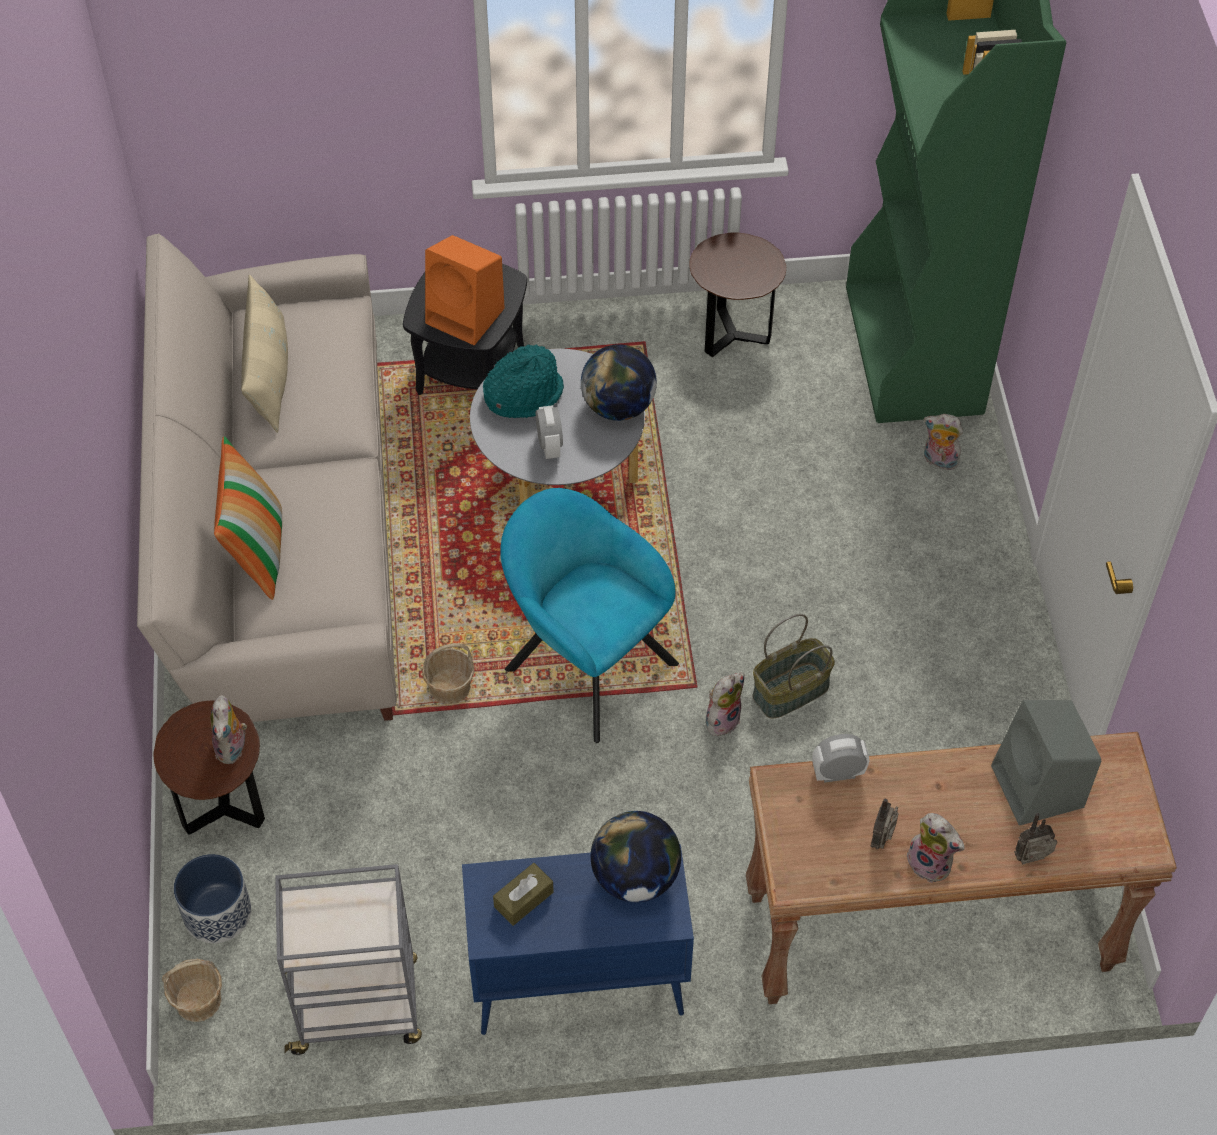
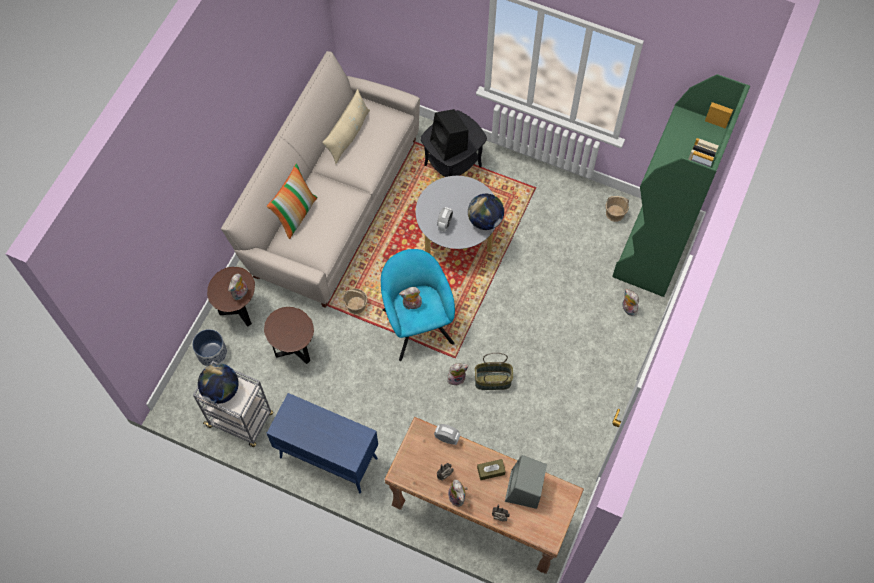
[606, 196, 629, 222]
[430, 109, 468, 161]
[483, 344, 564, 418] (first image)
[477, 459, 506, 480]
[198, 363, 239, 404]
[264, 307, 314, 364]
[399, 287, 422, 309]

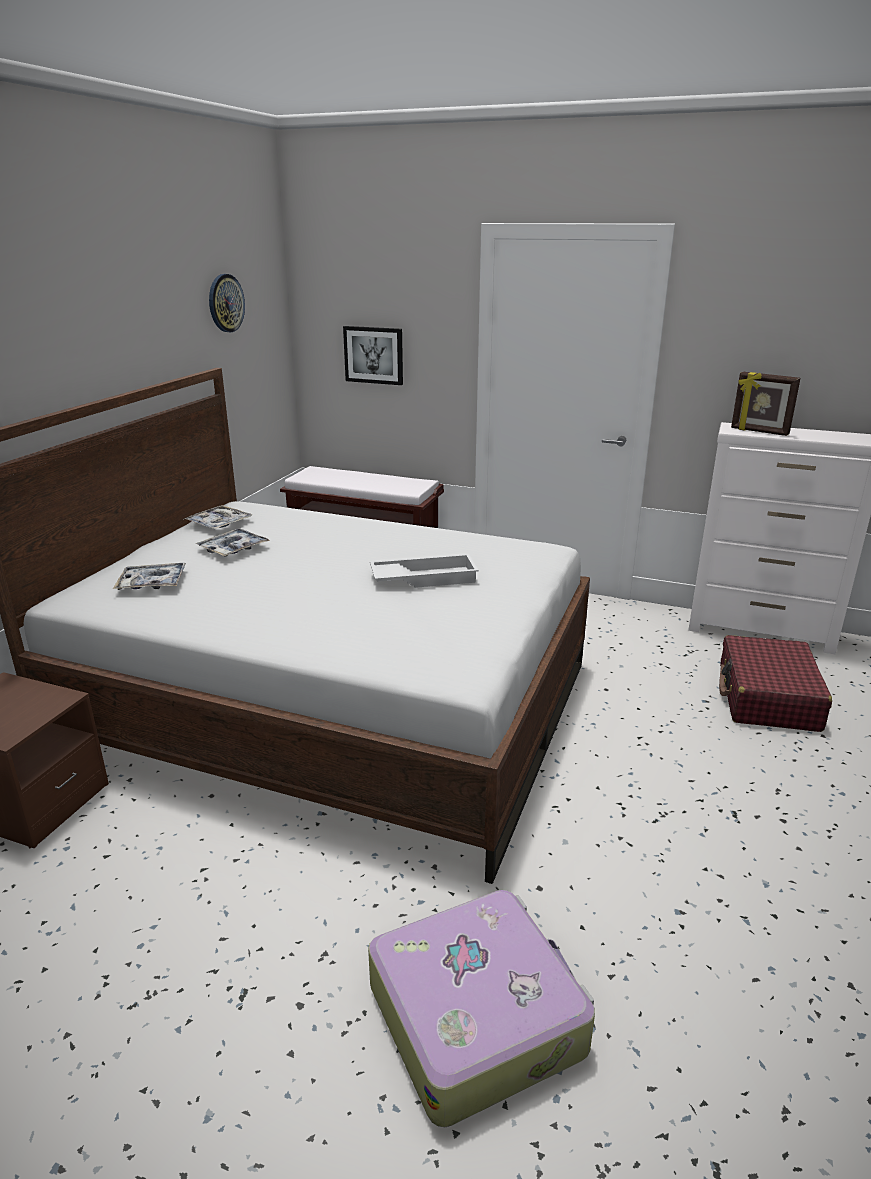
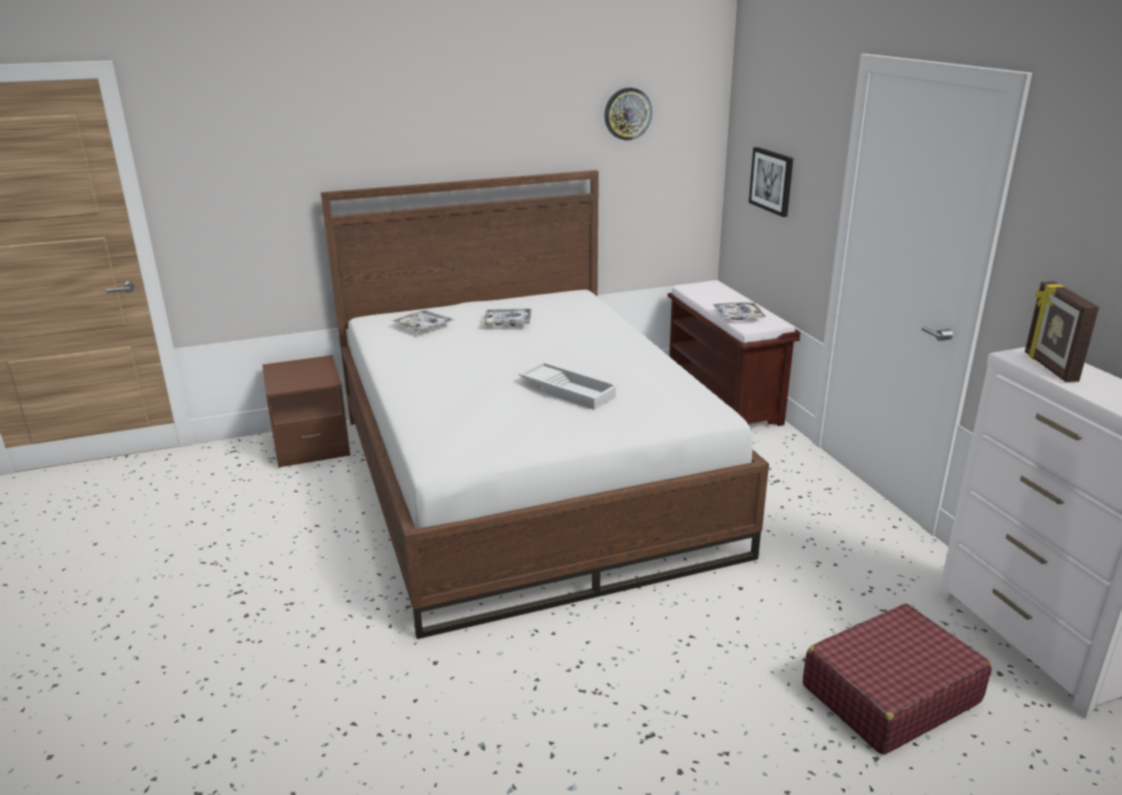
[712, 302, 766, 320]
[368, 890, 595, 1127] (first image)

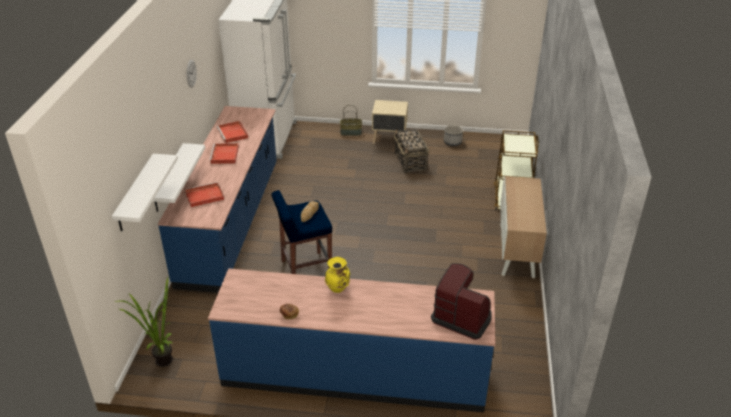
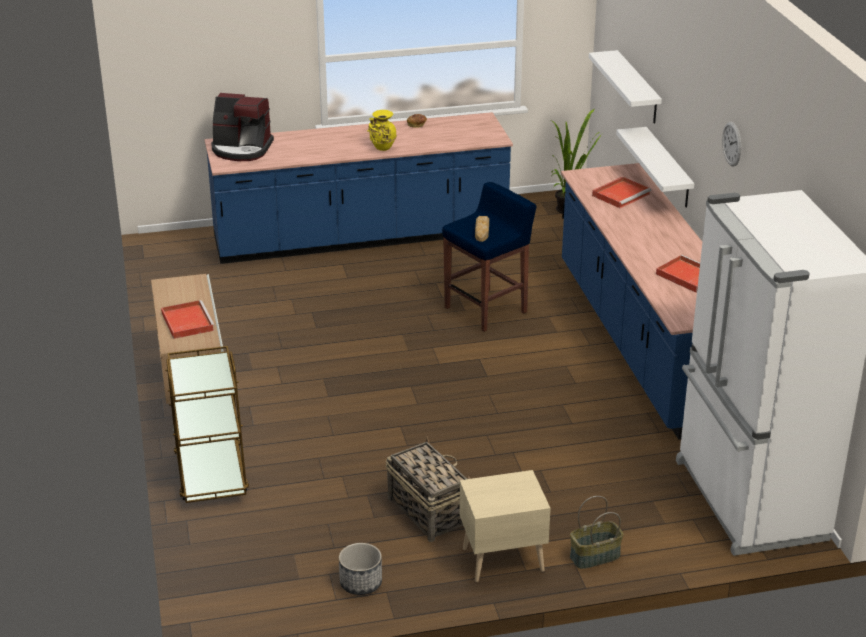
[161, 300, 215, 339]

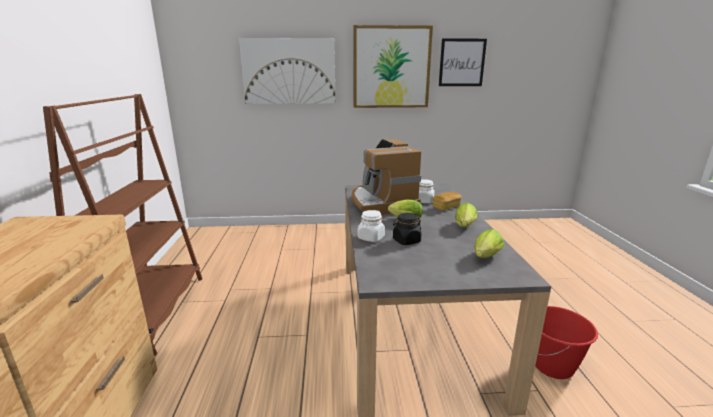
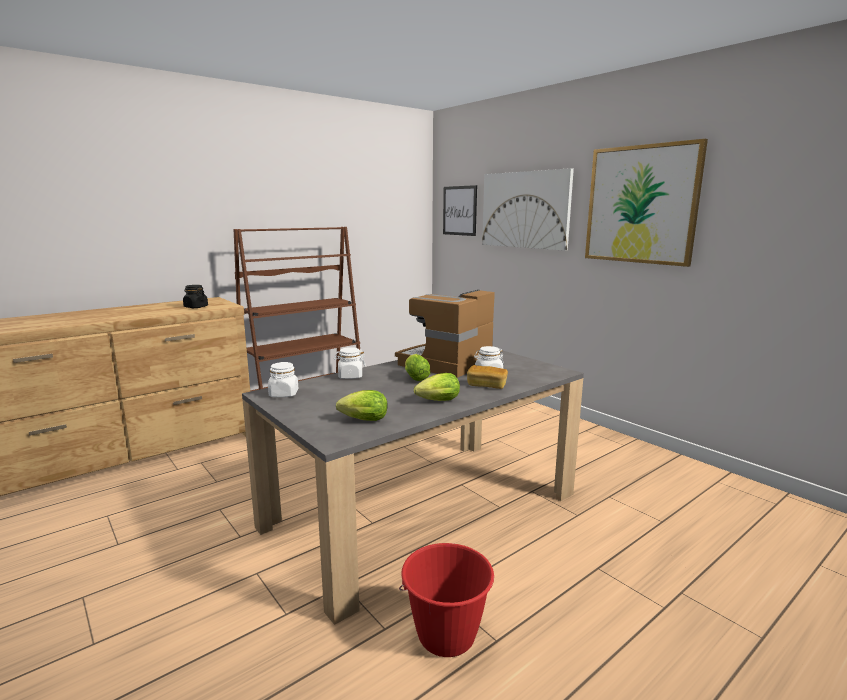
[183, 285, 208, 308]
[443, 185, 477, 236]
[268, 362, 298, 397]

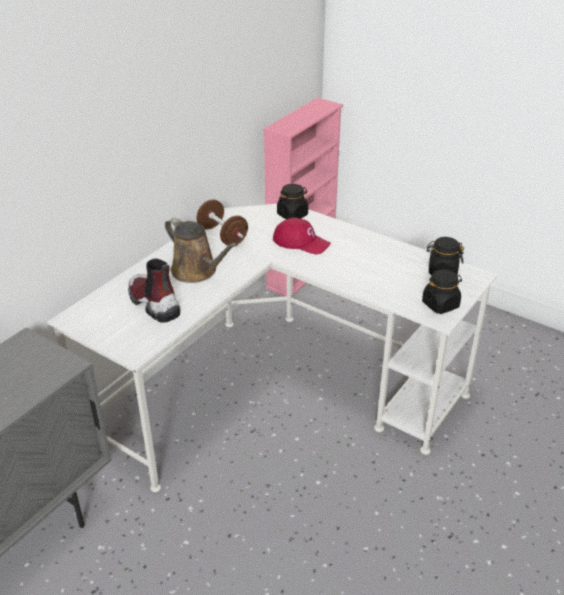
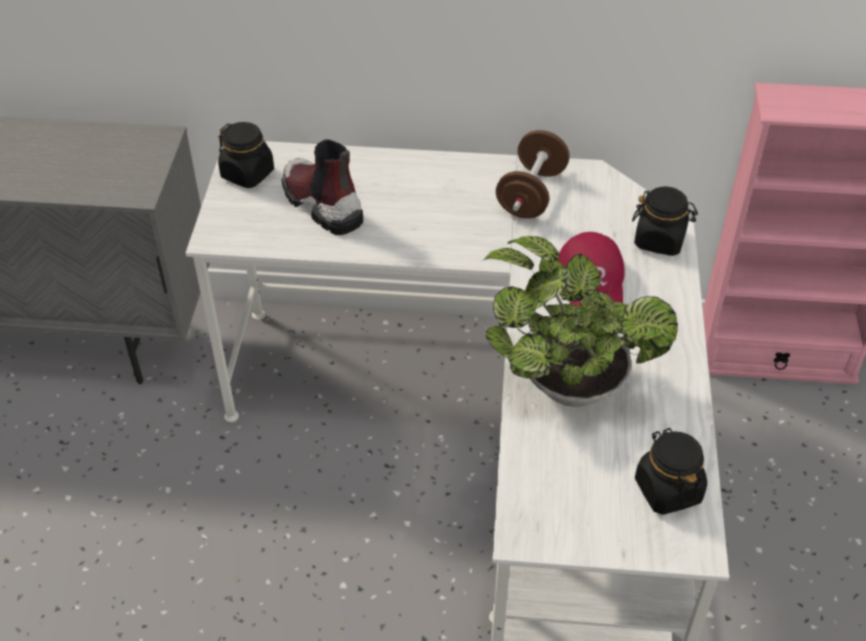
[282, 140, 363, 235]
[165, 218, 238, 283] (first image)
[218, 122, 274, 188]
[483, 236, 678, 407]

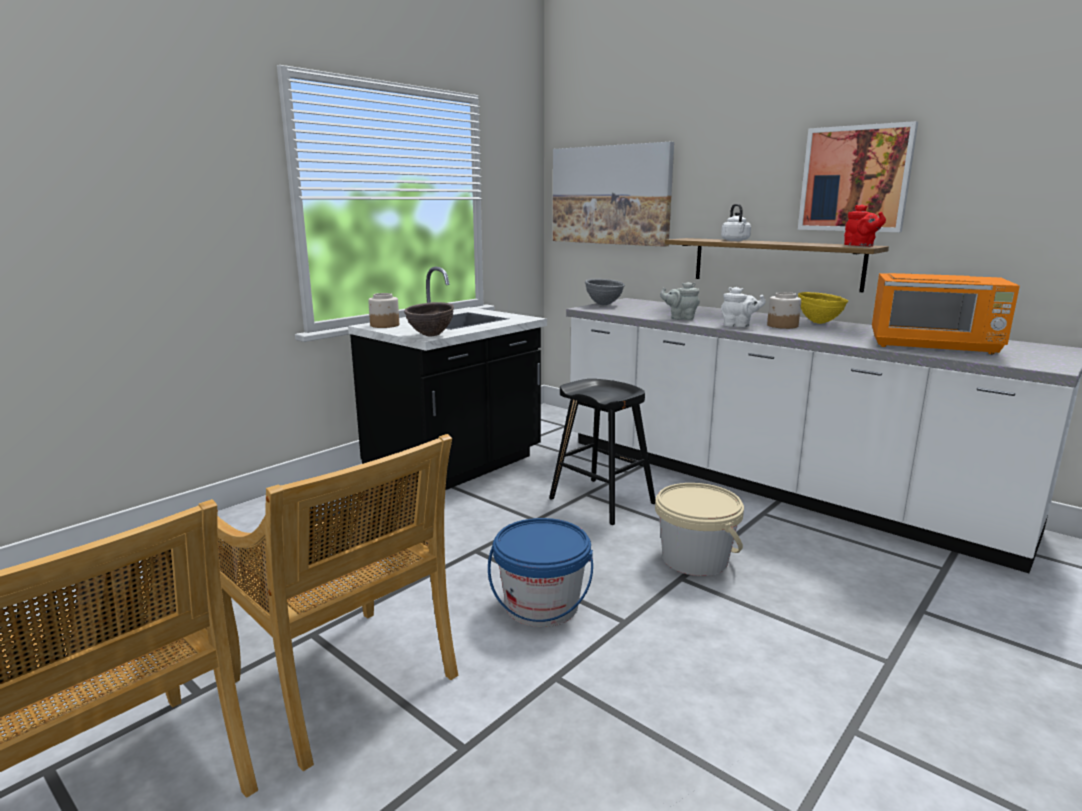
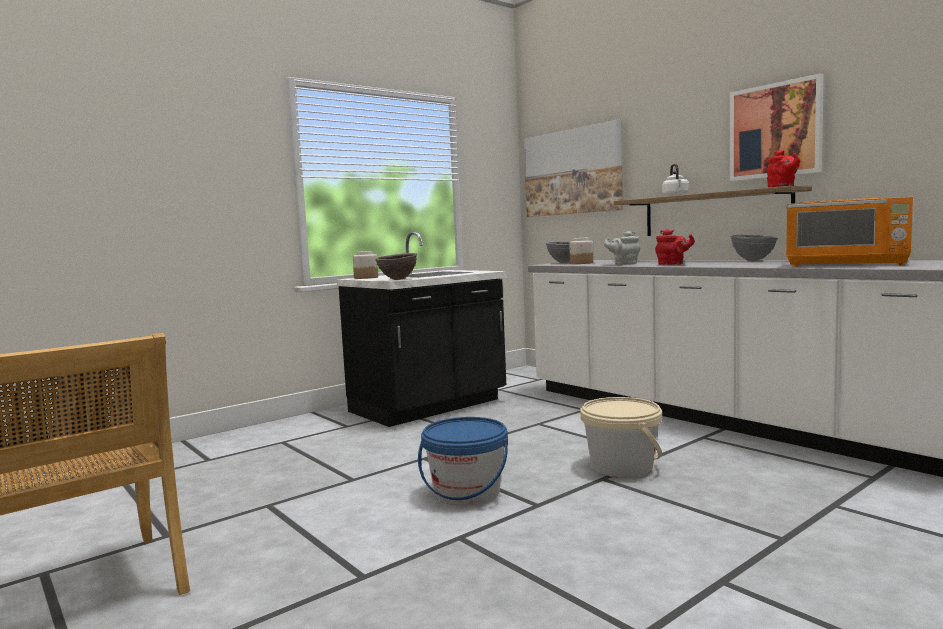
[217, 434, 458, 771] (first image)
[549, 379, 655, 525] (first image)
[655, 229, 695, 265]
[569, 238, 593, 264]
[730, 235, 778, 261]

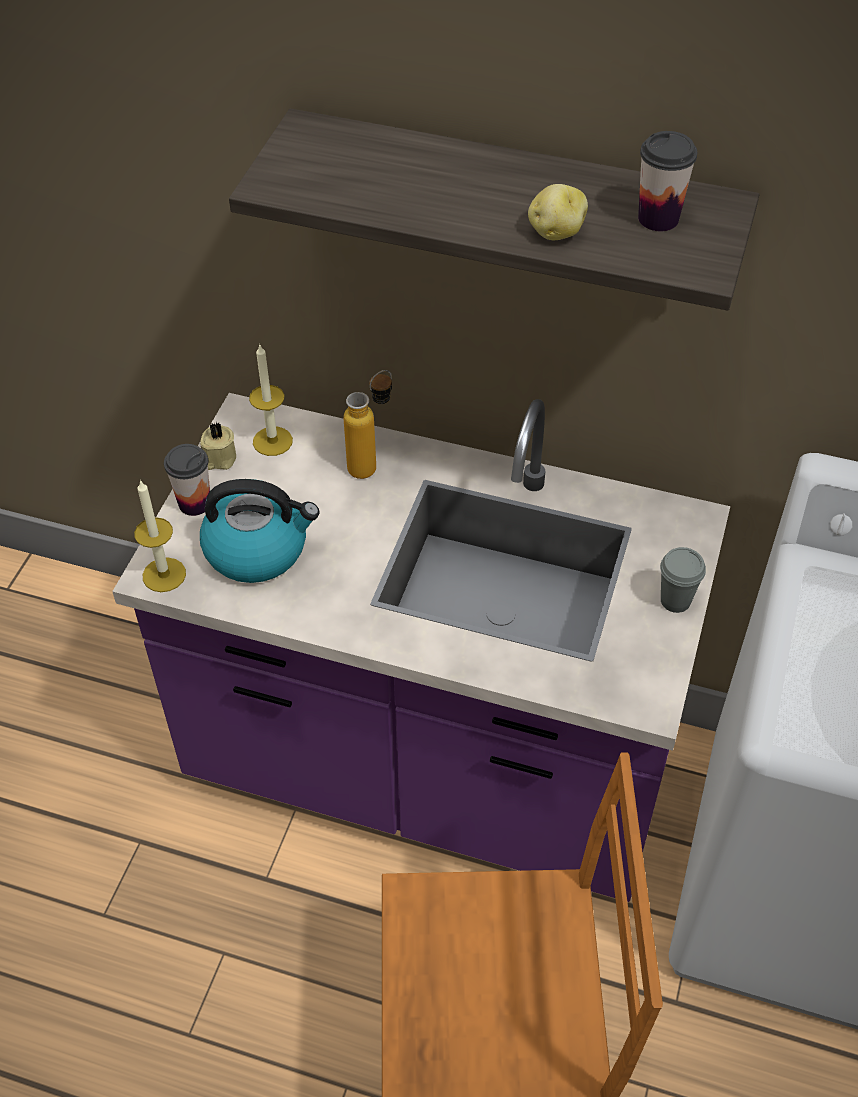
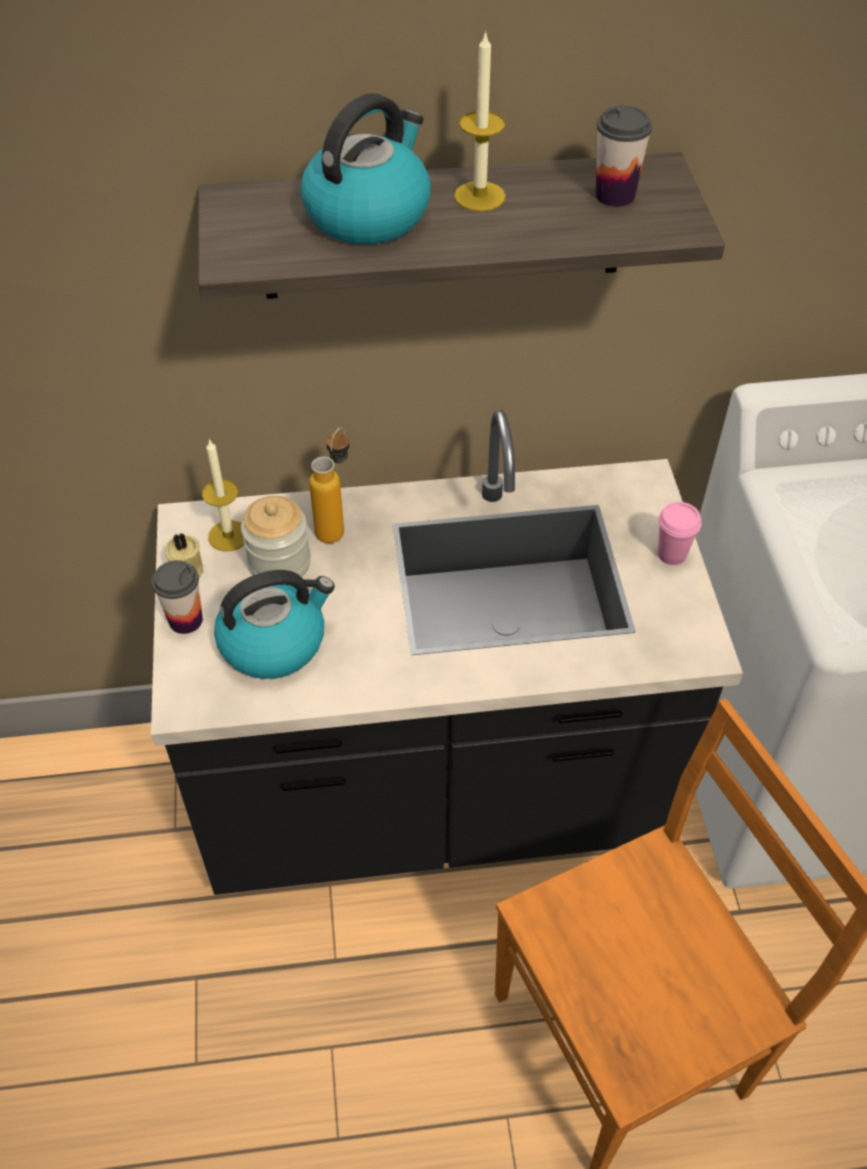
[151, 410, 743, 895]
[454, 31, 506, 211]
[528, 184, 588, 240] (first image)
[658, 502, 701, 565]
[241, 496, 311, 577]
[300, 93, 431, 244]

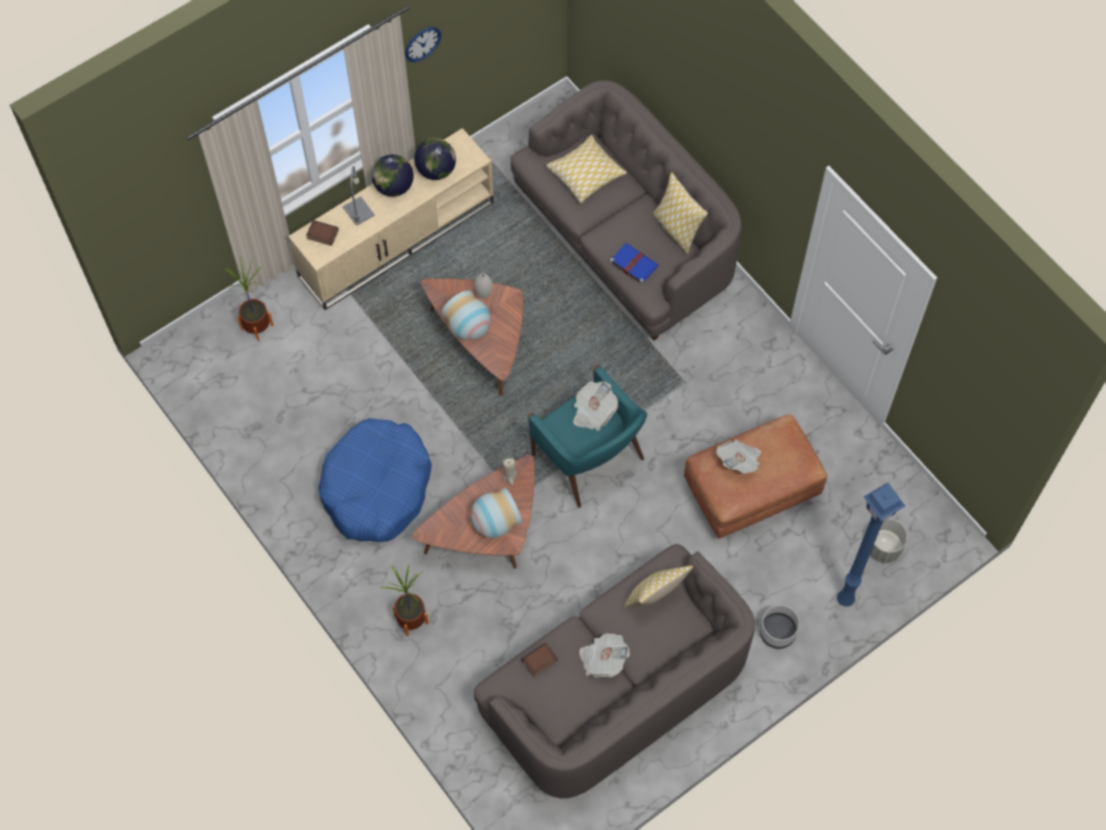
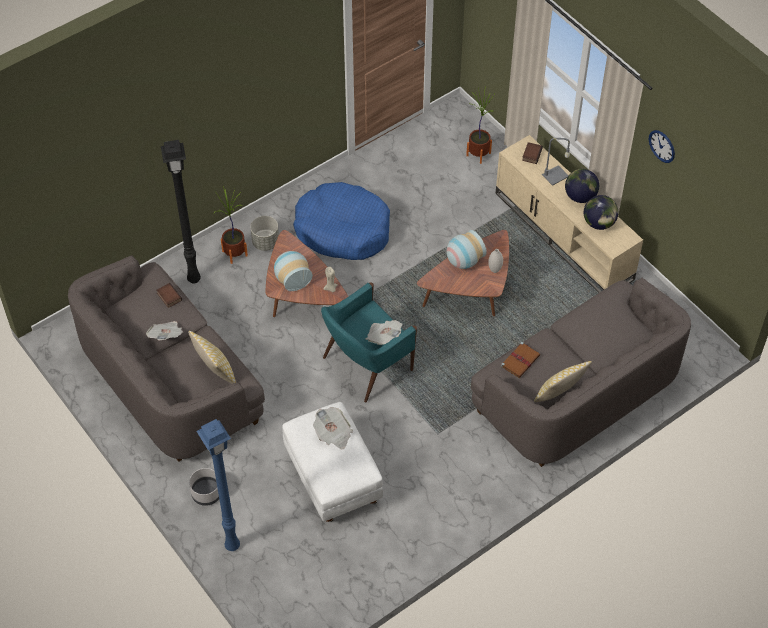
[546, 135, 627, 204] (first image)
[501, 342, 540, 378]
[282, 402, 383, 522]
[250, 216, 279, 251]
[161, 140, 201, 284]

